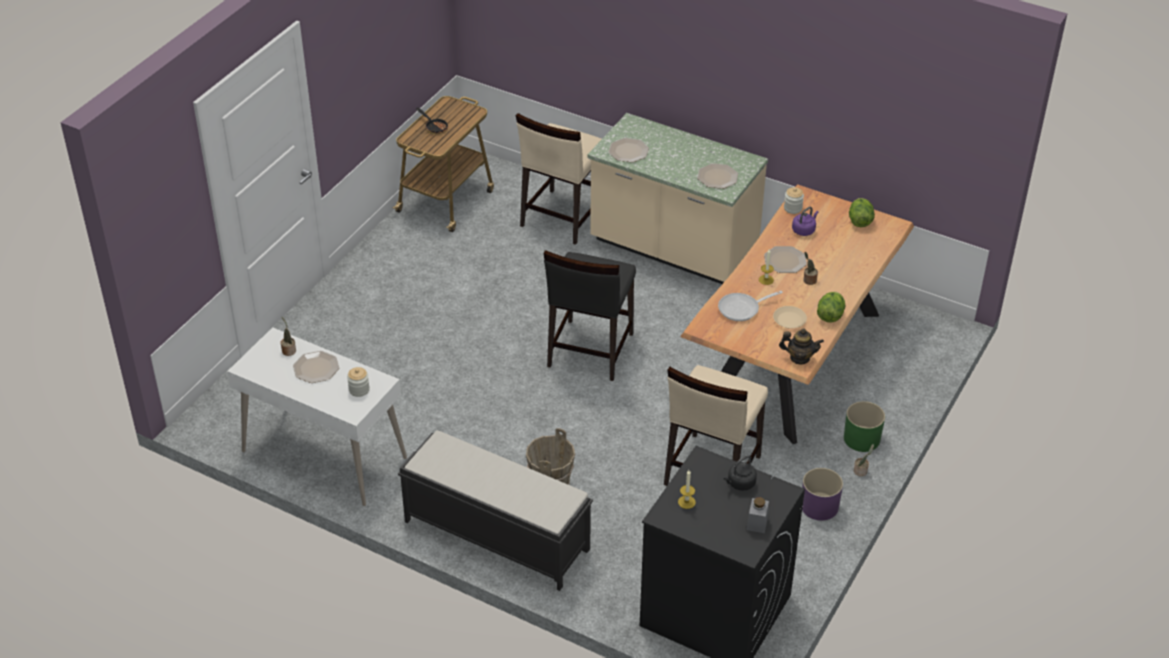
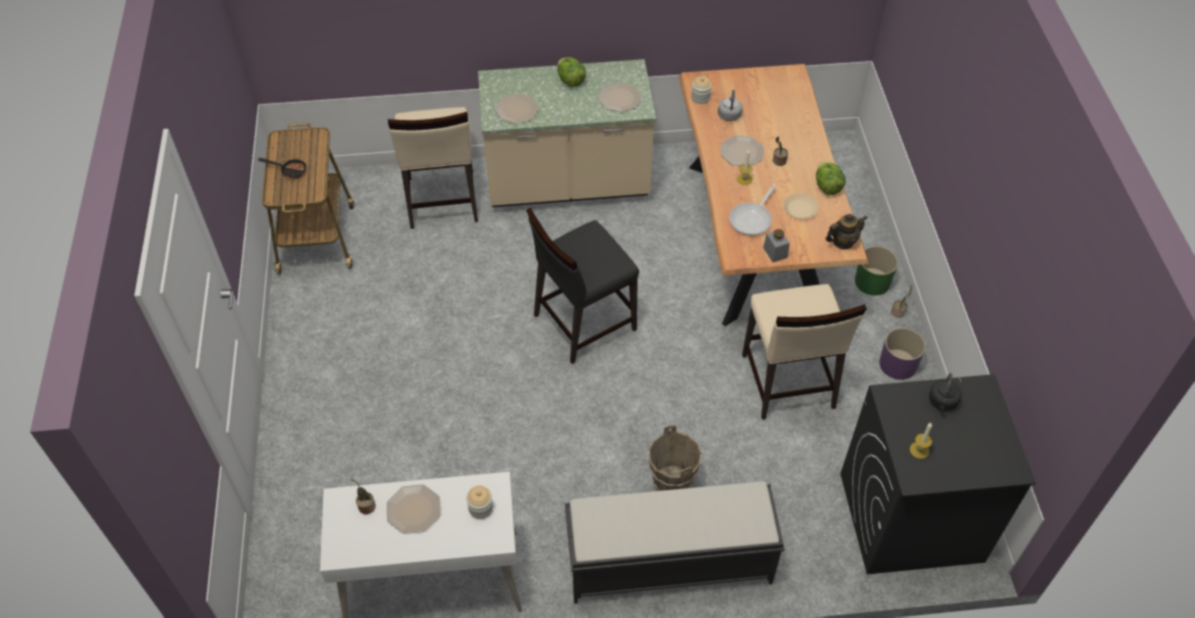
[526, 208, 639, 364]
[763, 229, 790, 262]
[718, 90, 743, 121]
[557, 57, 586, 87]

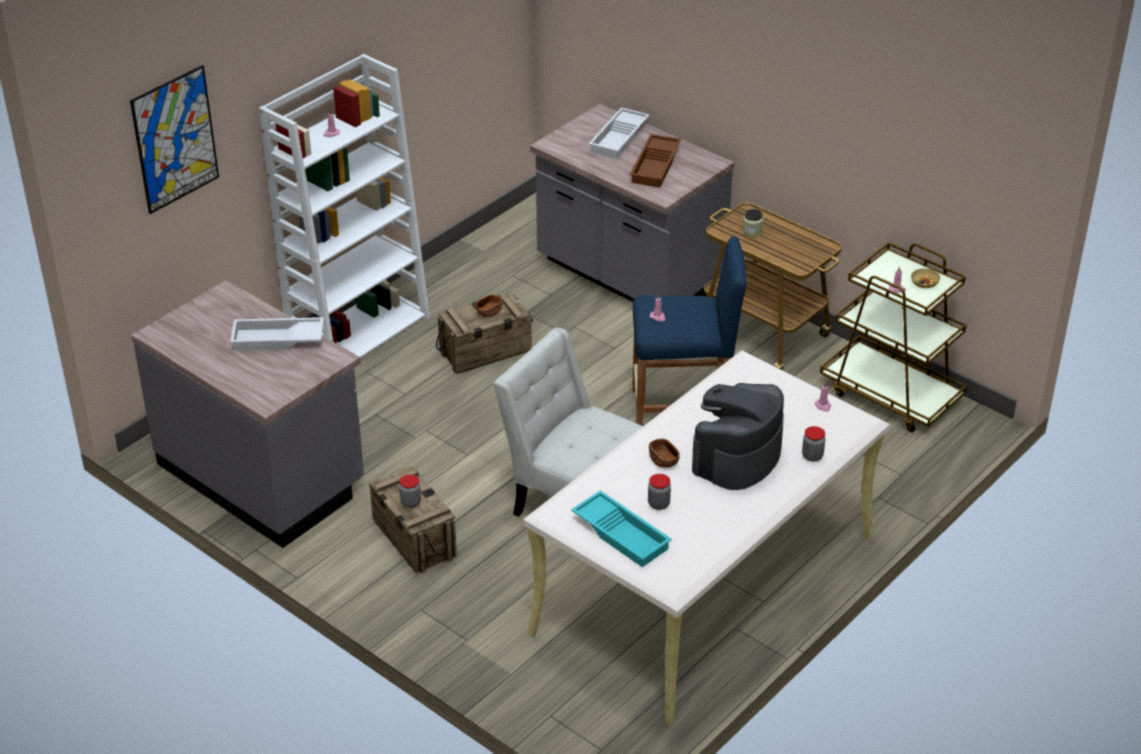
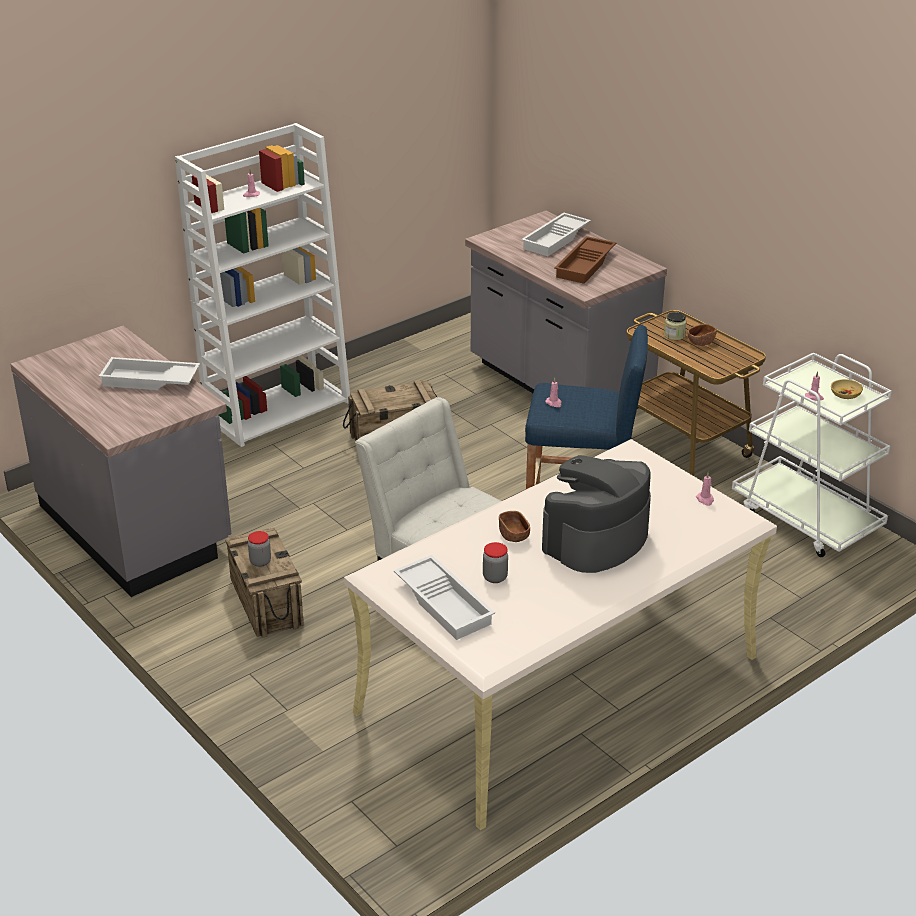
[130, 65, 219, 214] (first image)
[688, 324, 717, 346]
[394, 555, 495, 640]
[802, 426, 826, 462] (first image)
[732, 352, 892, 557]

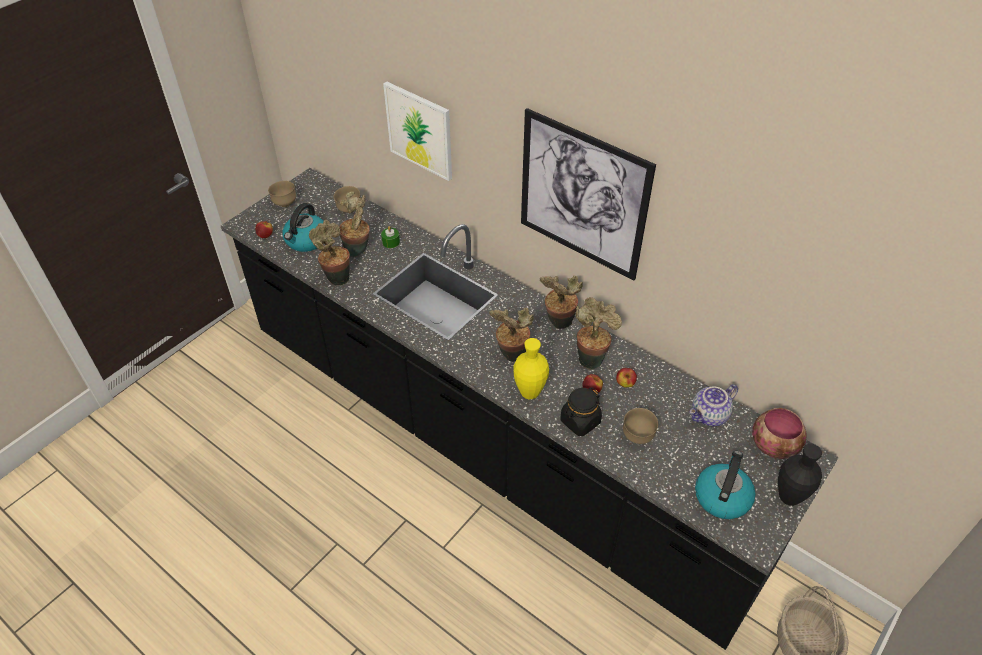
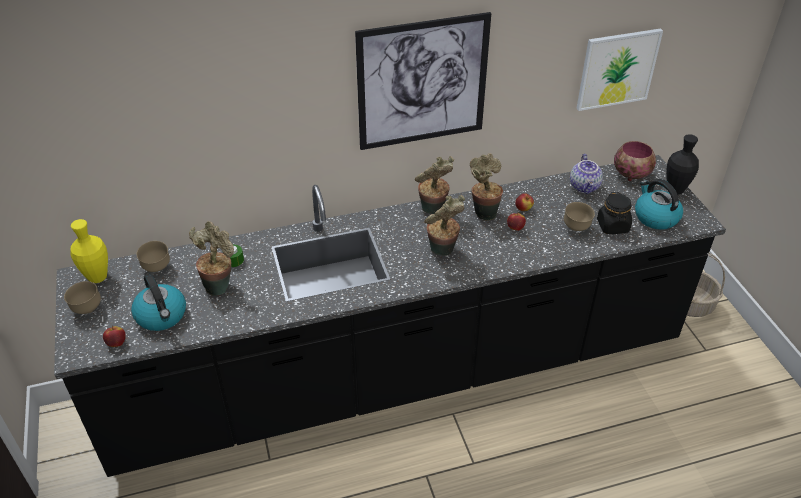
[309, 220, 350, 286] (first image)
[576, 28, 663, 111]
[70, 219, 108, 283]
[597, 192, 632, 234]

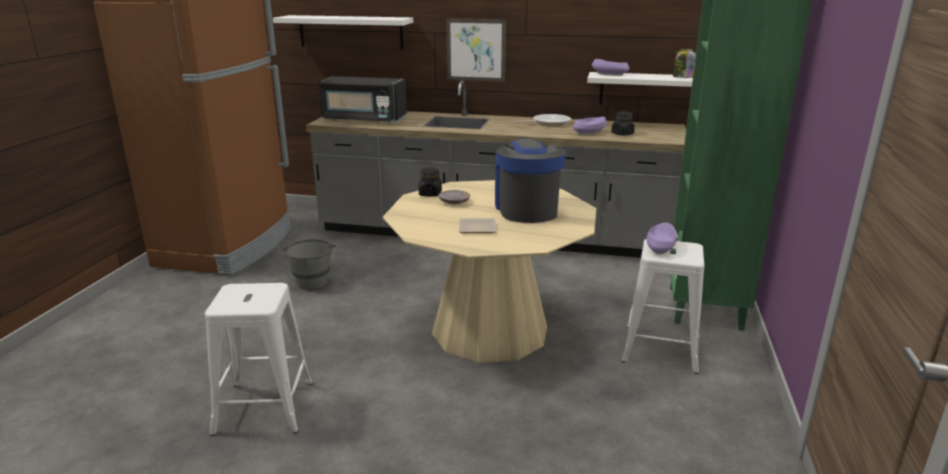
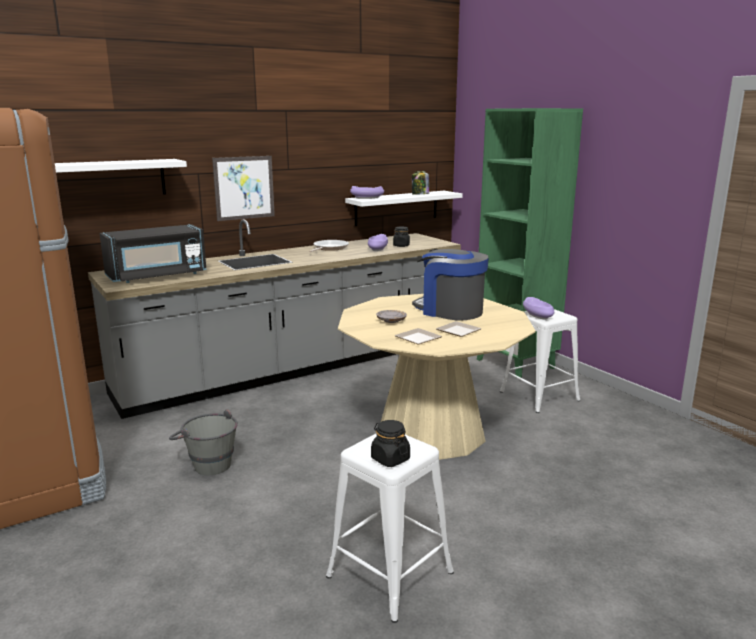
[371, 420, 410, 467]
[394, 328, 442, 345]

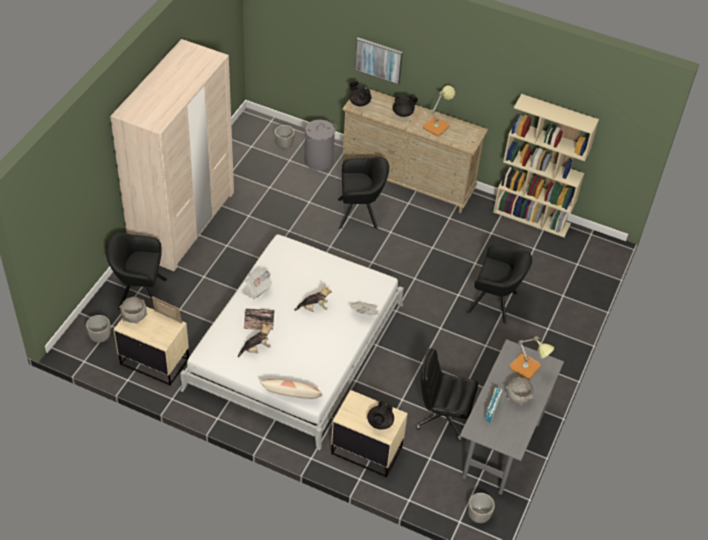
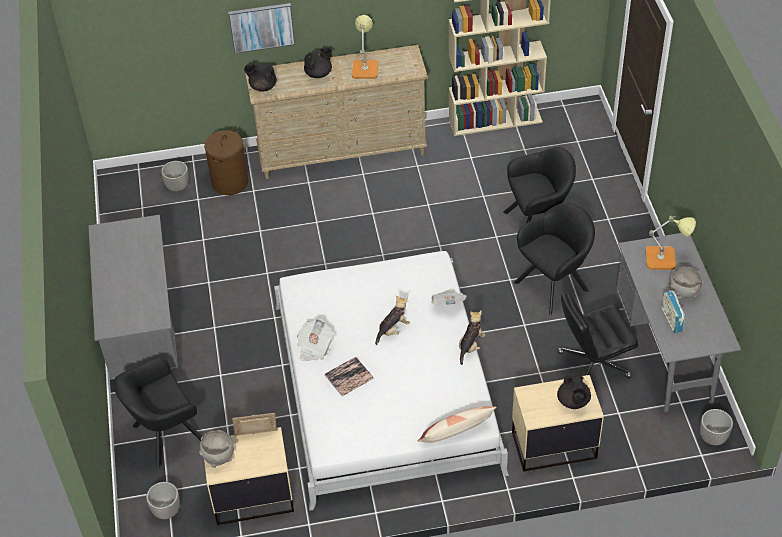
[88, 215, 178, 380]
[459, 310, 485, 365]
[204, 130, 249, 195]
[514, 203, 595, 316]

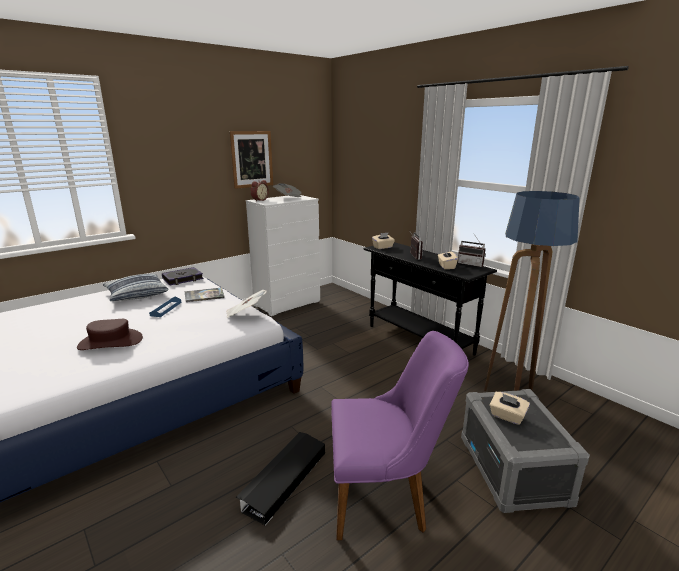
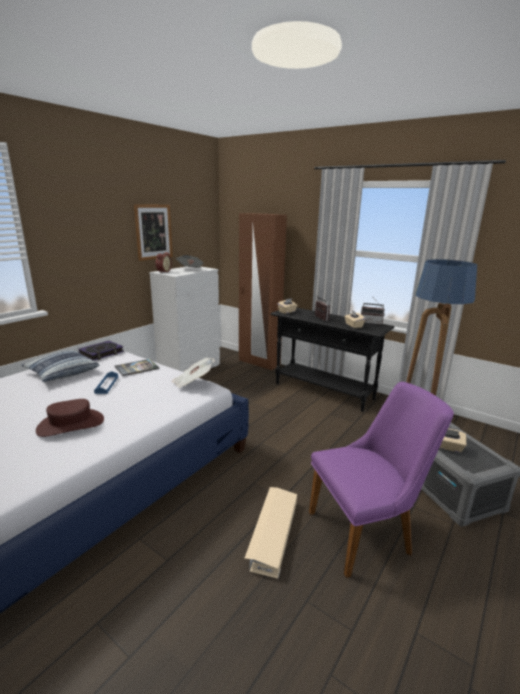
[244, 487, 297, 579]
[239, 213, 287, 370]

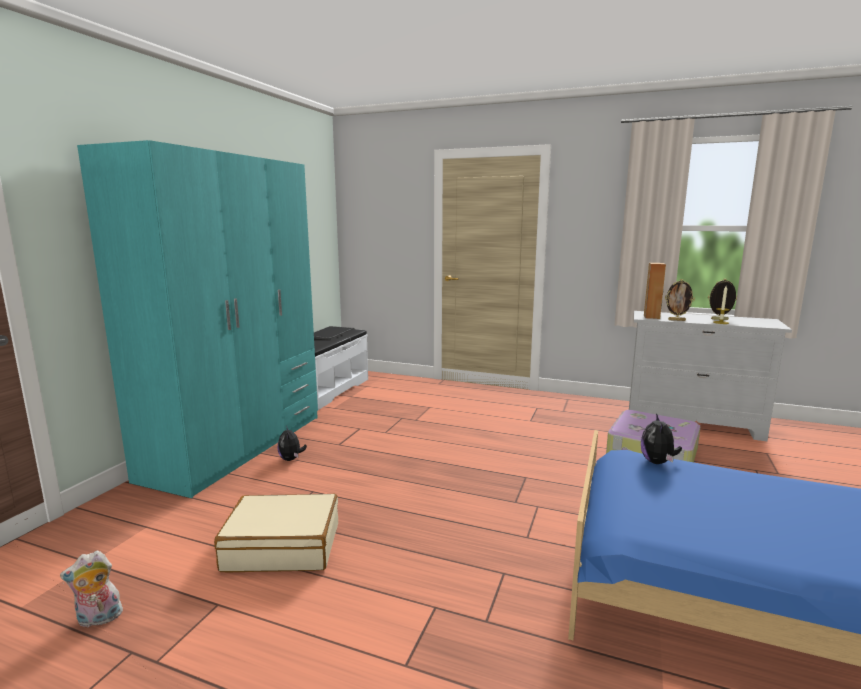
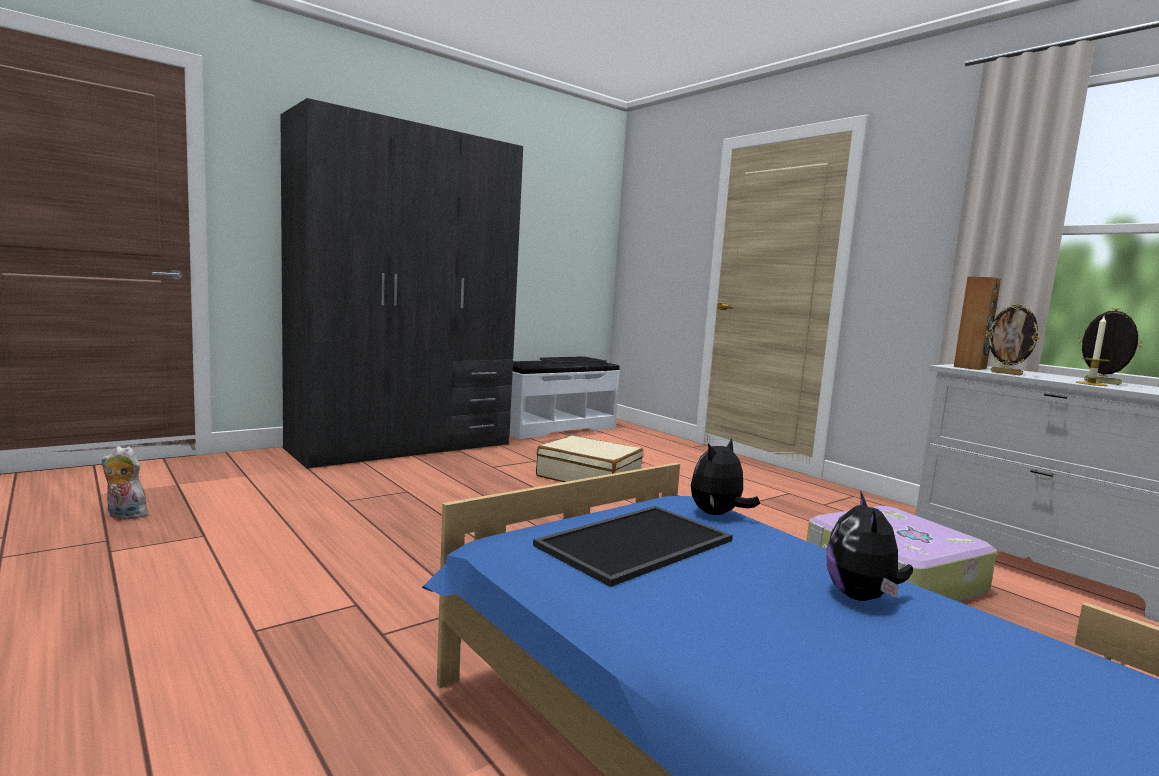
[280, 98, 523, 469]
[536, 435, 643, 482]
[826, 492, 913, 601]
[533, 506, 733, 587]

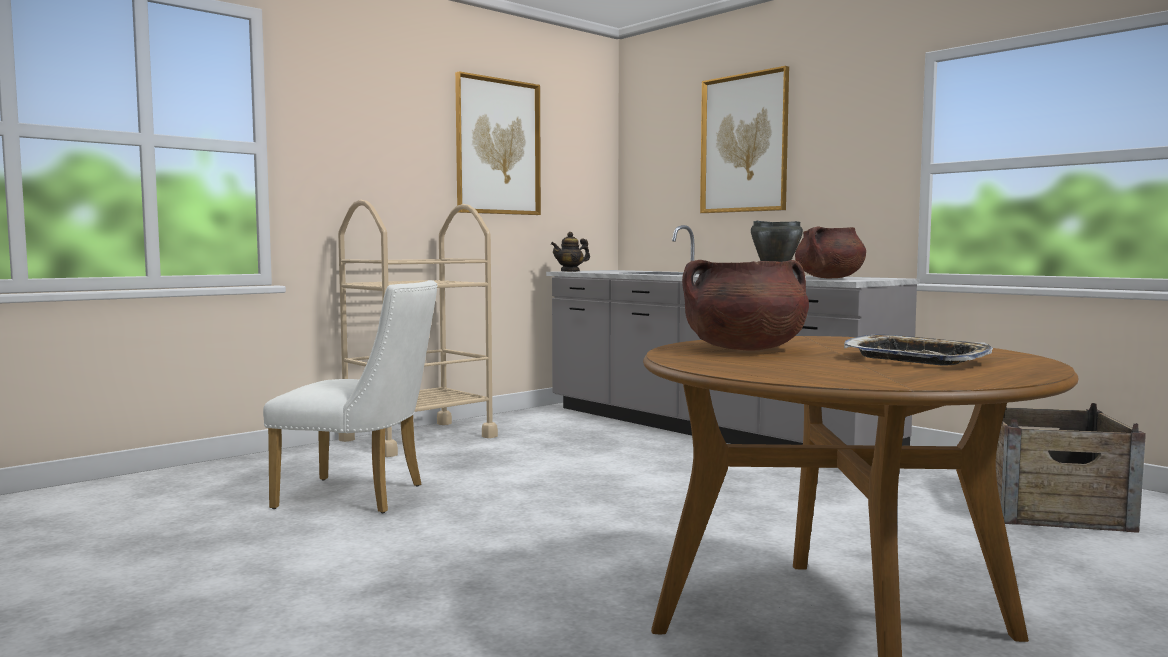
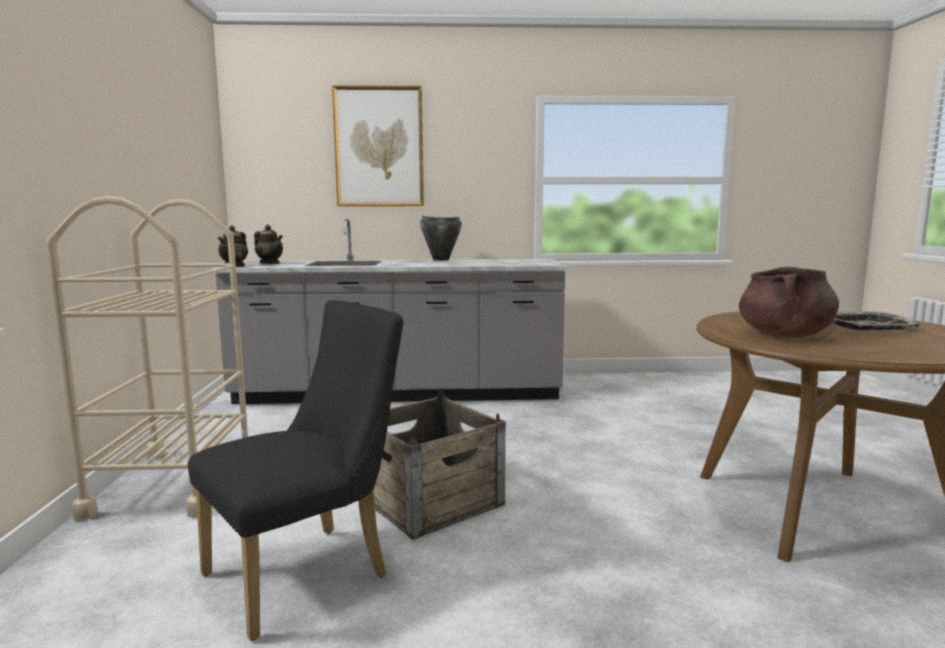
[188, 300, 404, 641]
[455, 71, 541, 215] (first image)
[795, 227, 866, 278] (first image)
[374, 391, 506, 540]
[254, 225, 283, 264]

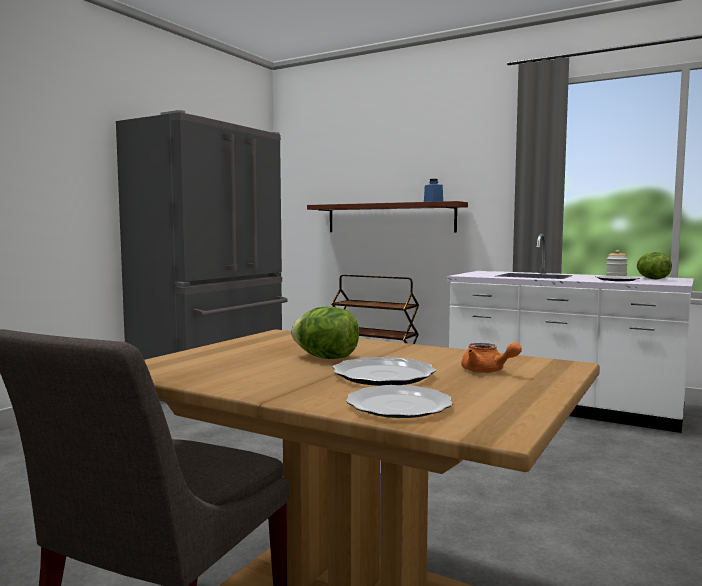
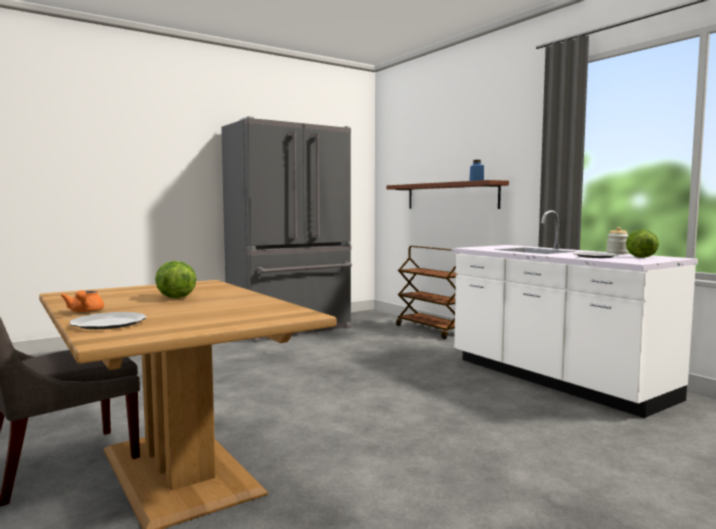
[333, 357, 436, 386] (first image)
[61, 290, 104, 313]

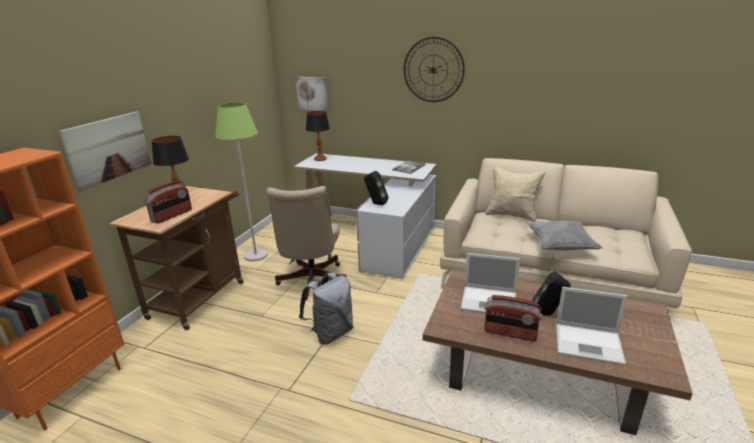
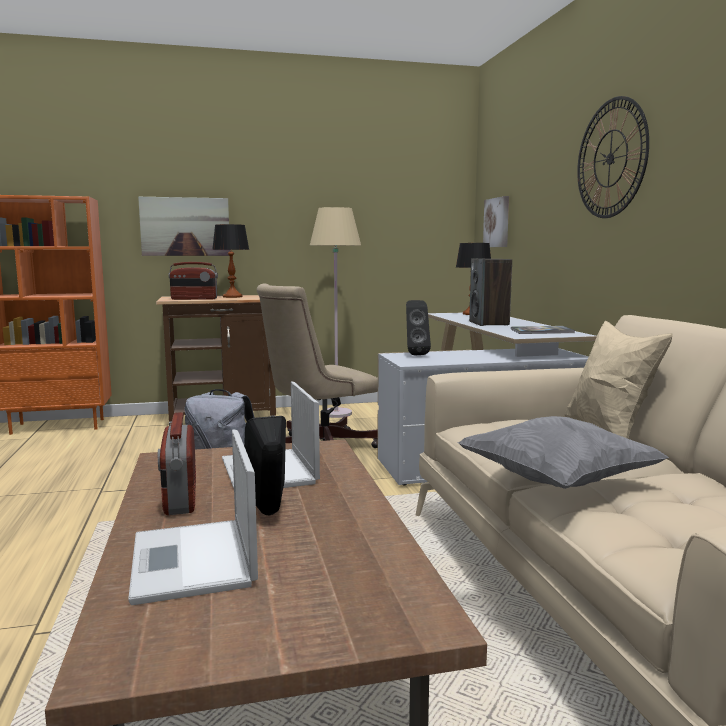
[310, 207, 361, 418]
[469, 258, 512, 326]

